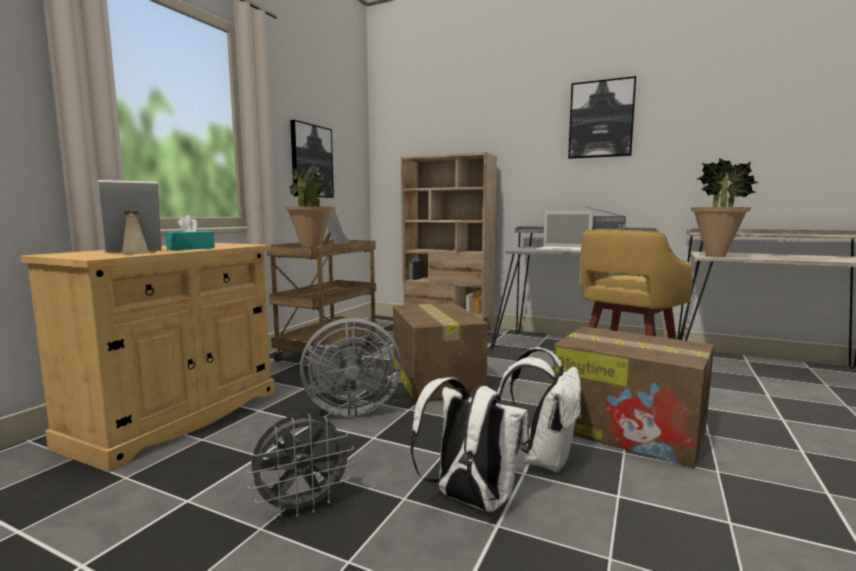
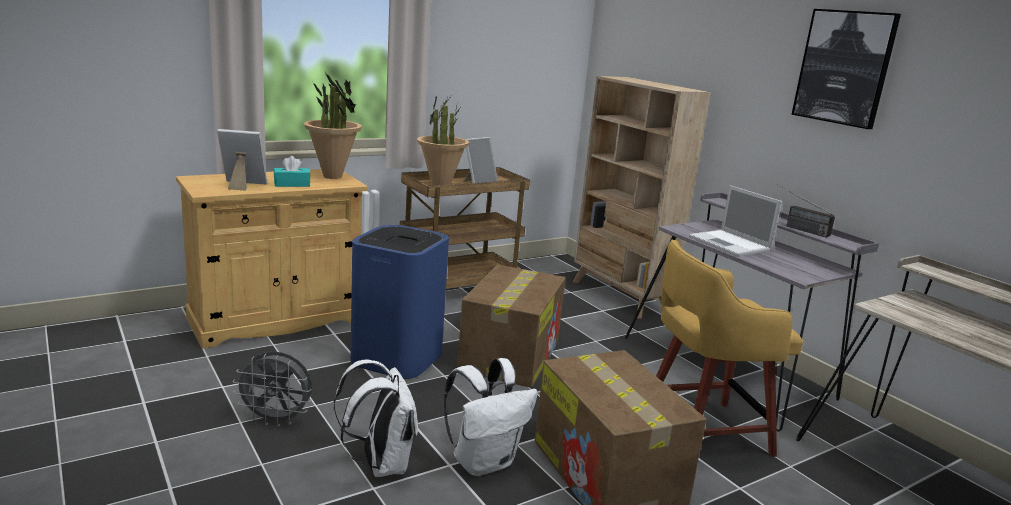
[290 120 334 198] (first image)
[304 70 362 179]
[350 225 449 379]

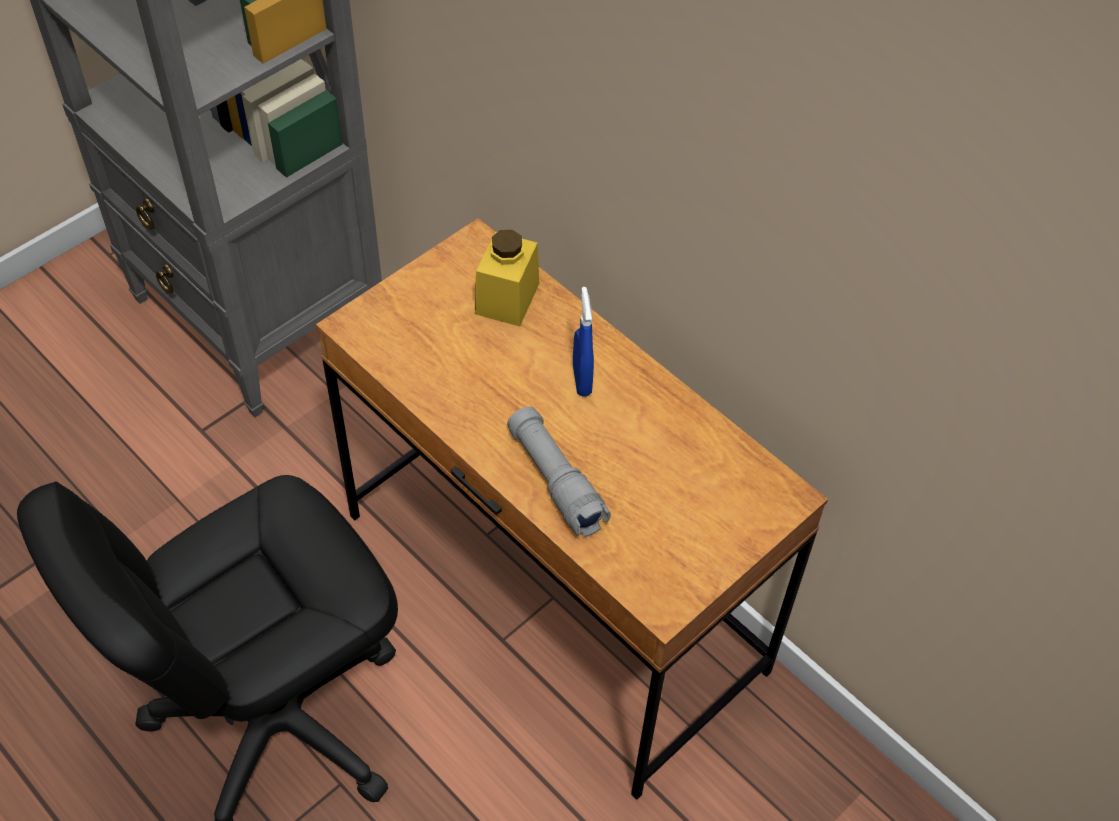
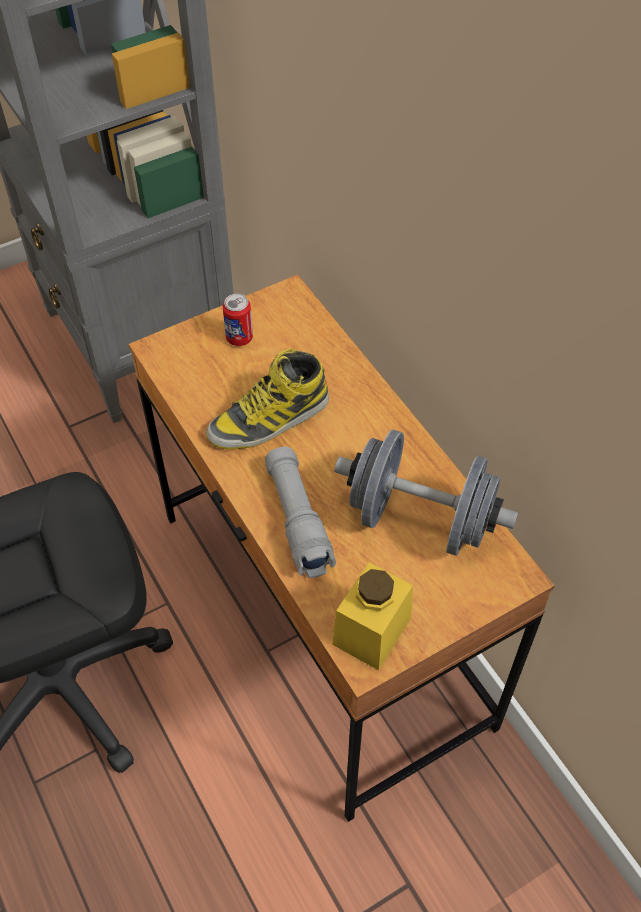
[332 562 413 670]
[573 287 594 397] (first image)
[223 294 253 346]
[206 348 329 450]
[334 429 518 556]

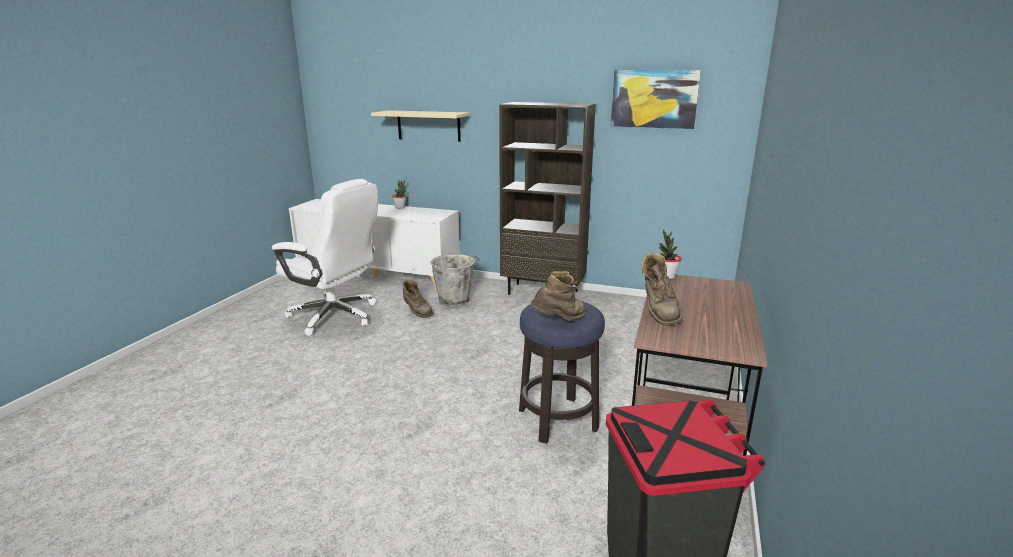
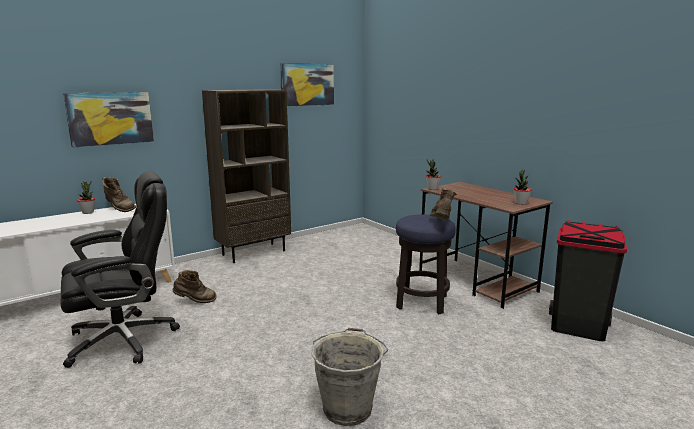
[63 92 154 148]
[61 172 180 368]
[102 177 136 212]
[312 328 388 426]
[513 169 532 205]

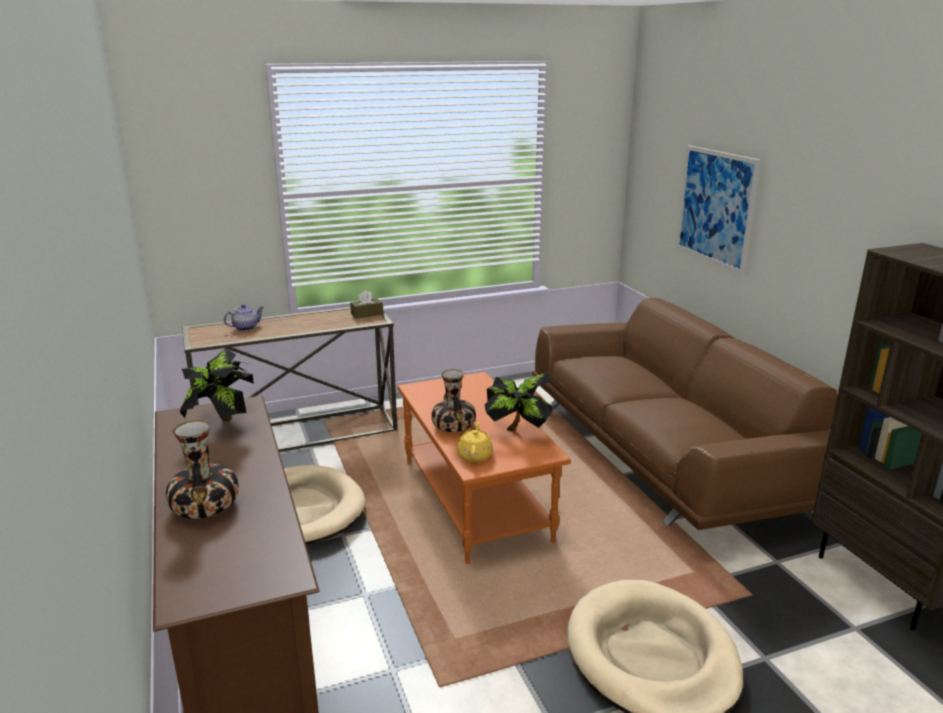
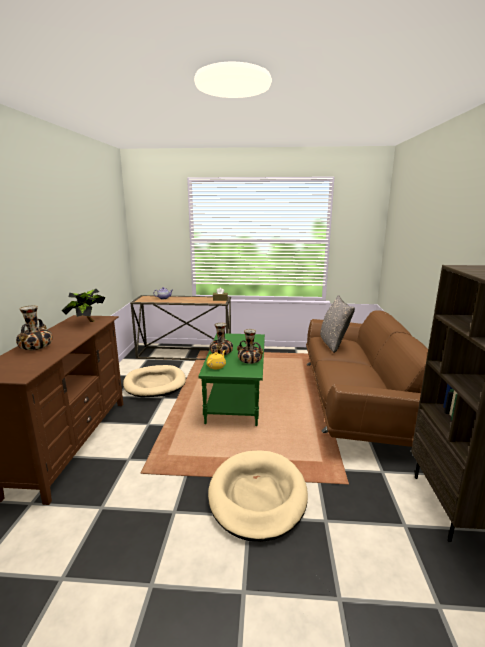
[676 145 761 275] (first image)
[198 333 265 426]
[237 329 263 364]
[320 295 355 353]

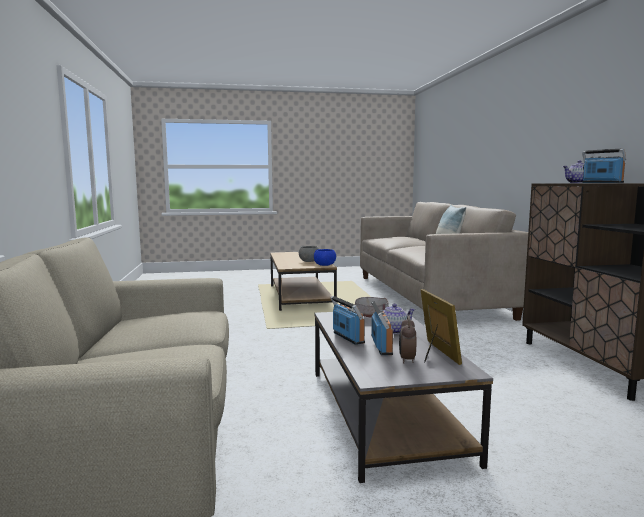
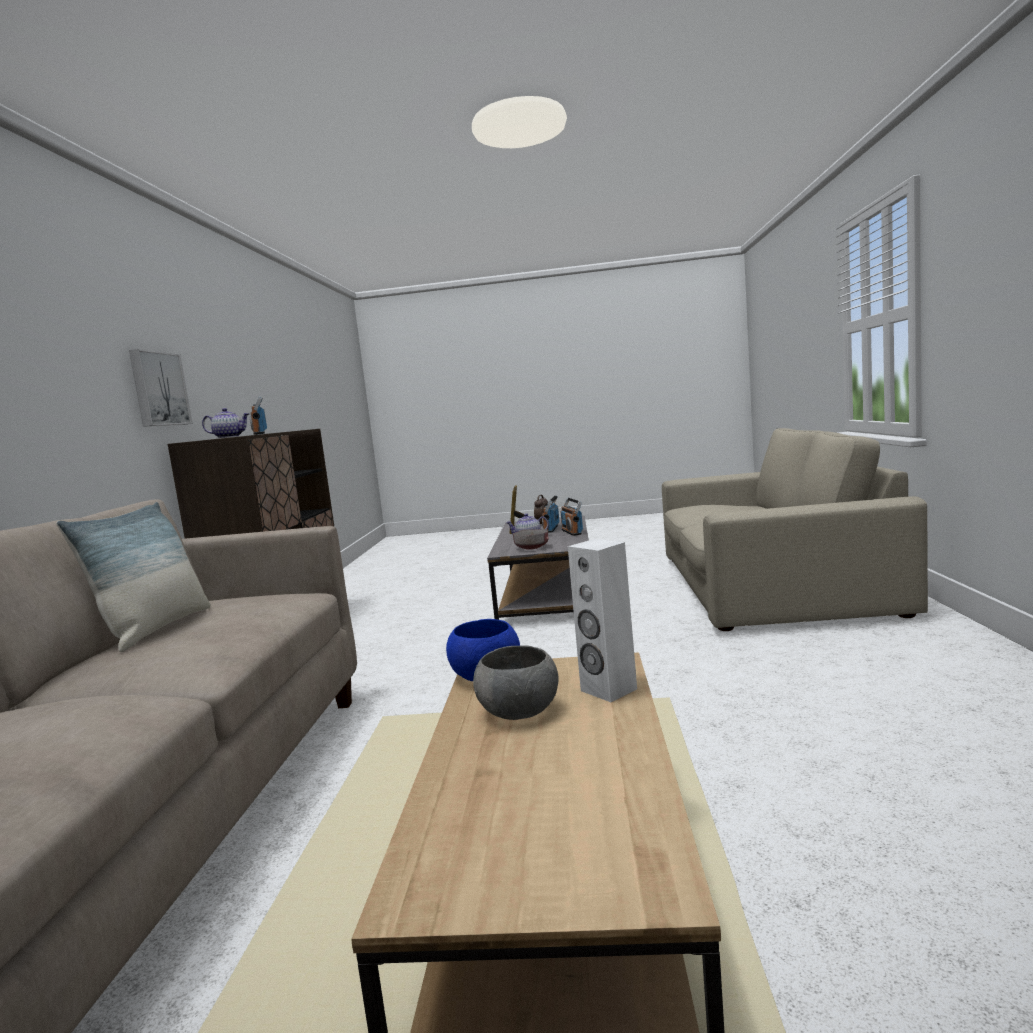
[129 349 193 427]
[568 539 637 702]

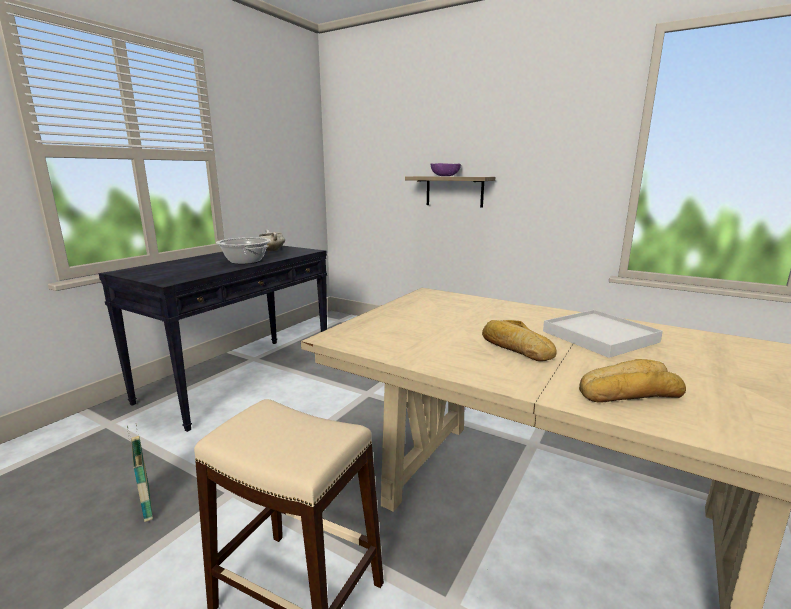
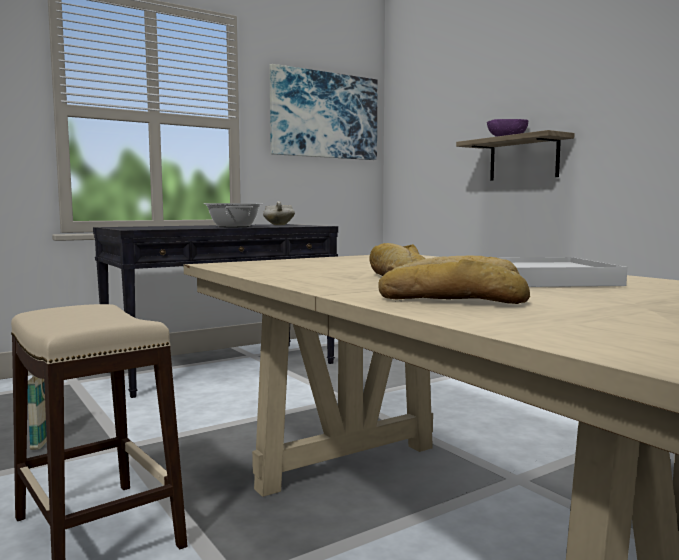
[269 64 378 160]

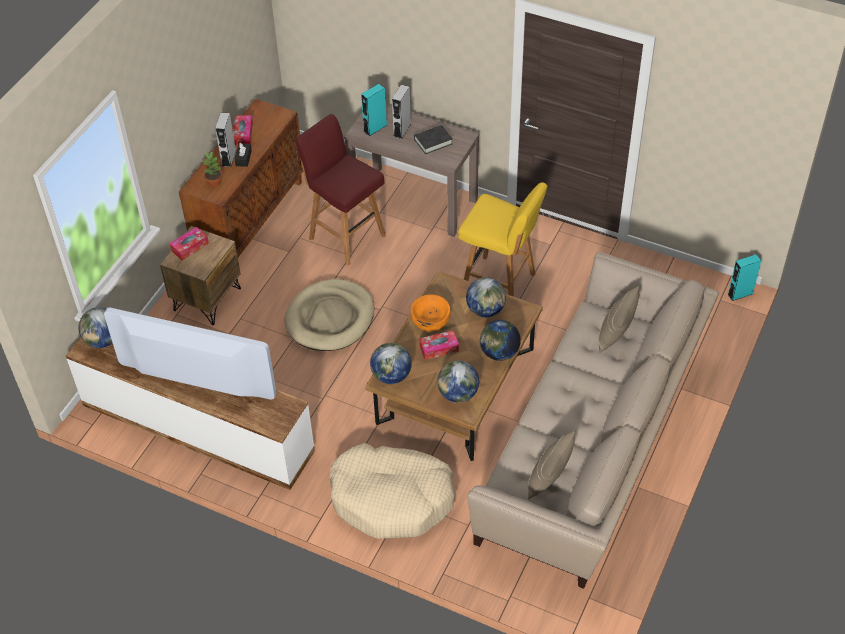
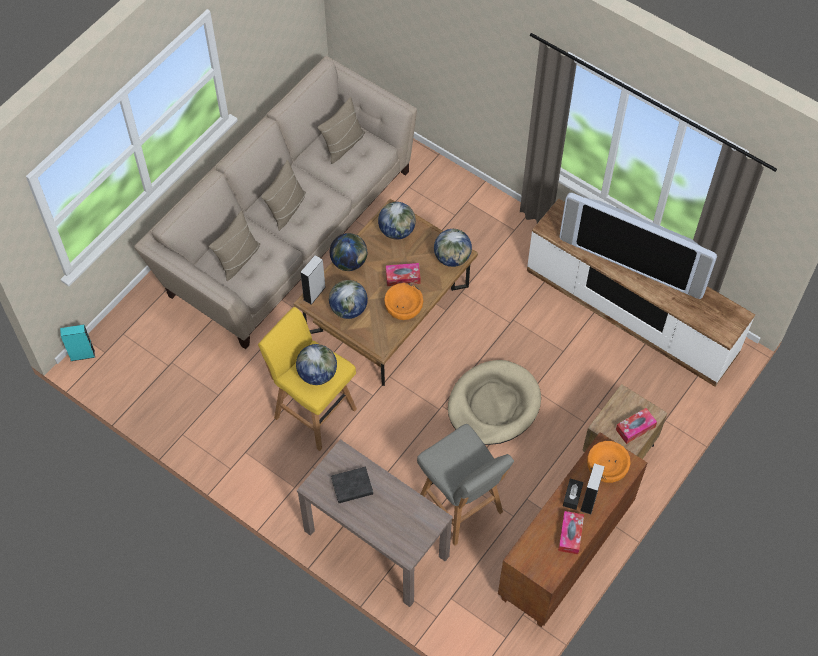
[361 84 387 136] (first image)
[300 255 326 305]
[417 424 514 546]
[587 441 630 483]
[296 344 337 385]
[330 443 456 539] (first image)
[261 160 306 231]

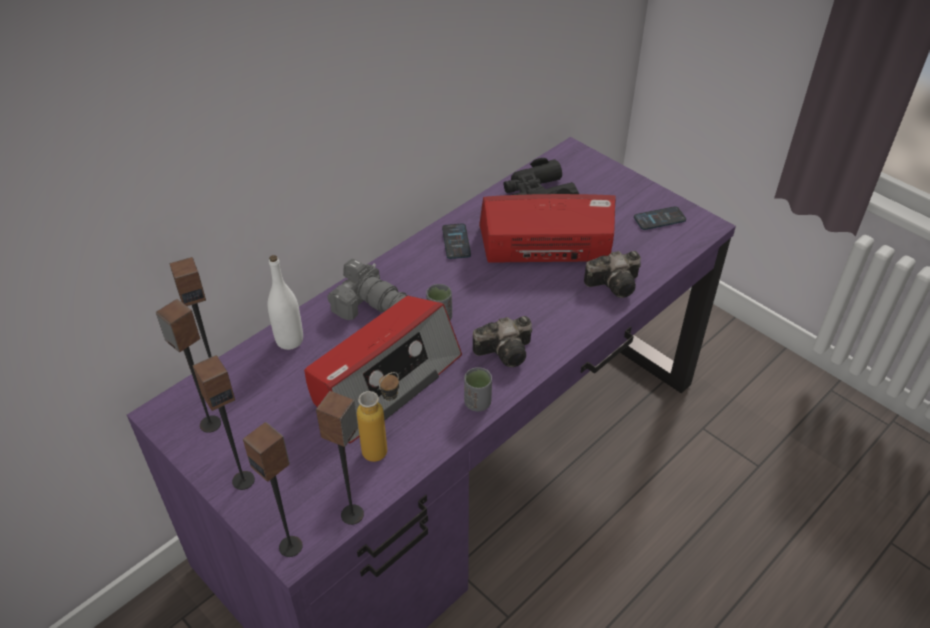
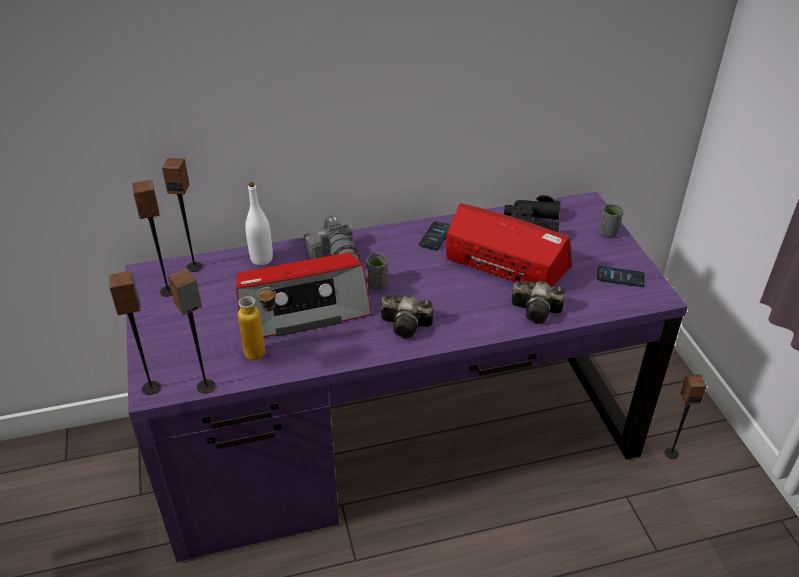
[664 374 707 459]
[599 204 623 237]

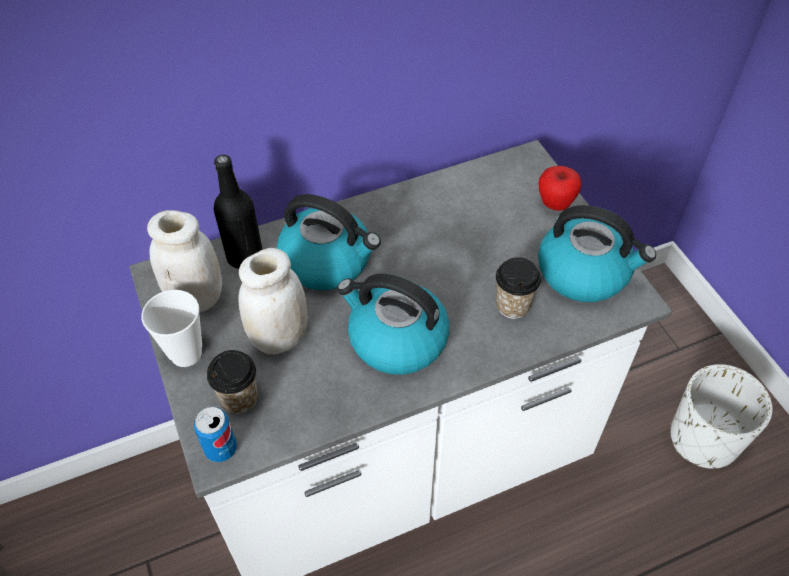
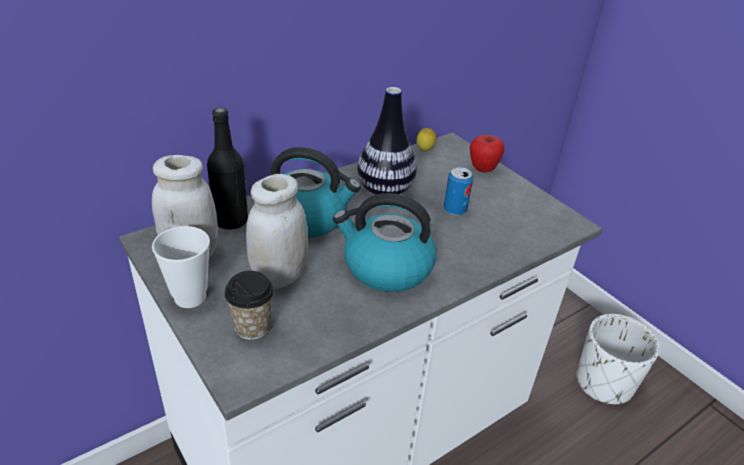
[538 205 656 302] (first image)
[496 257 541 319] (first image)
[444 167 473 216]
[357 87 417 195]
[417 128 436 152]

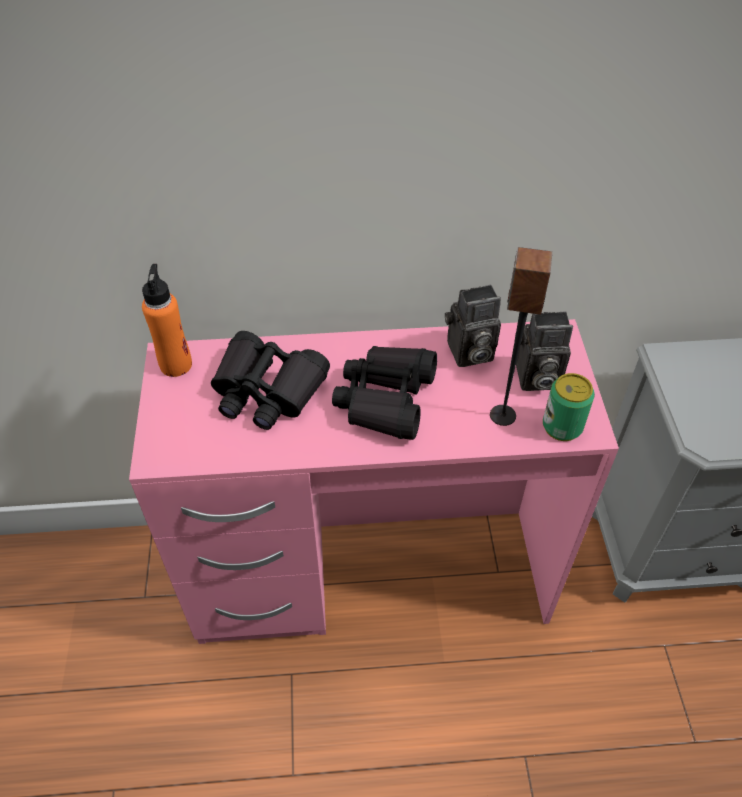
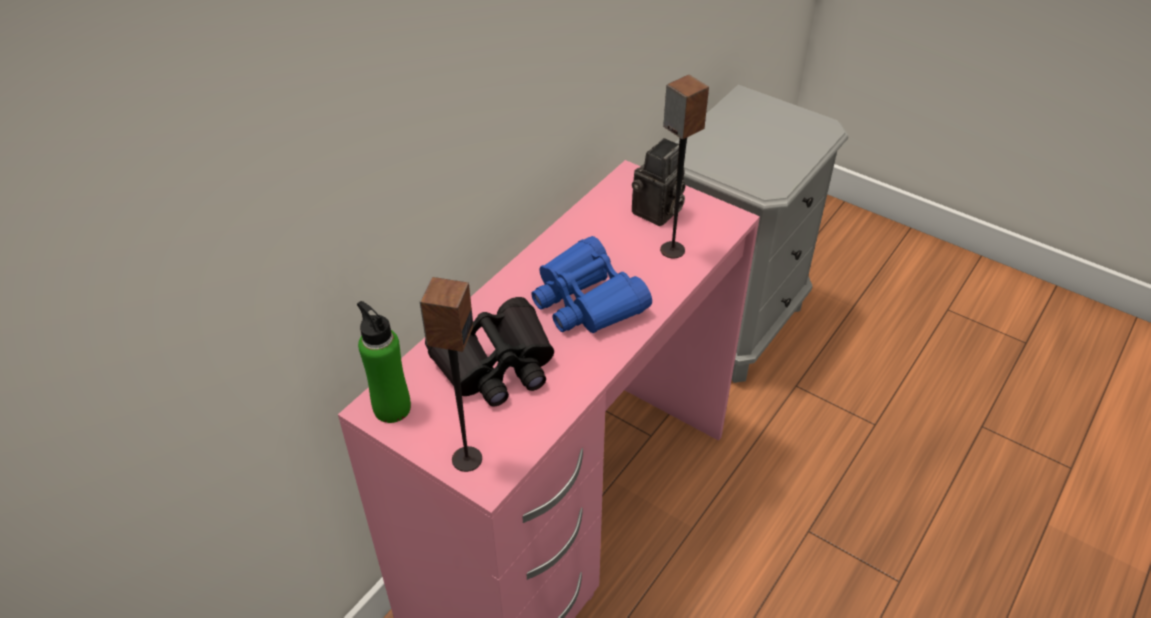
[357 301 411 423]
[445 285 501 367] (first image)
[531 236 652 333]
[543 373 595 441] (first image)
[420 277 482 472]

